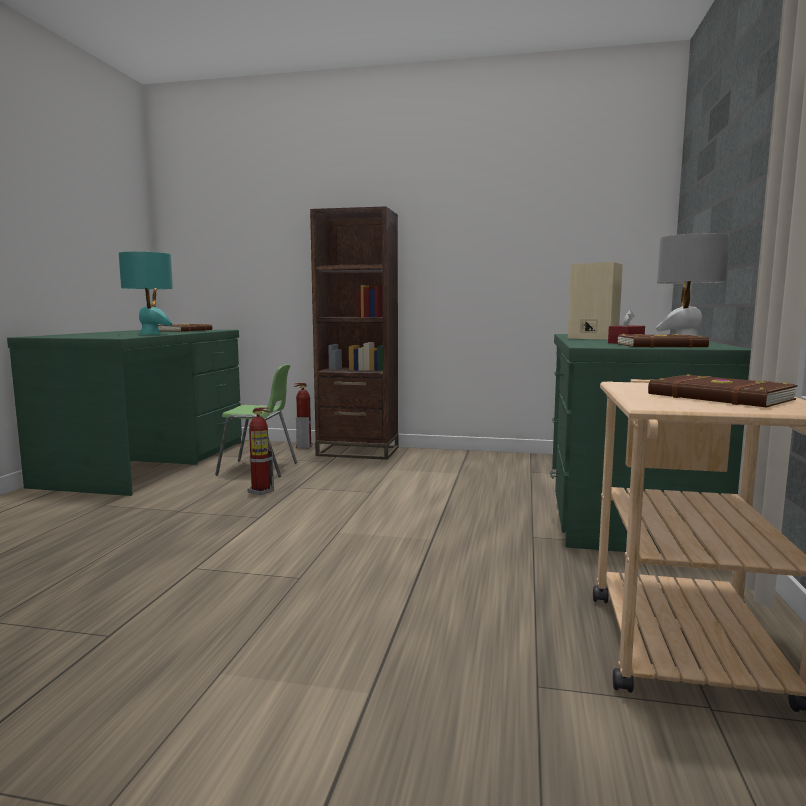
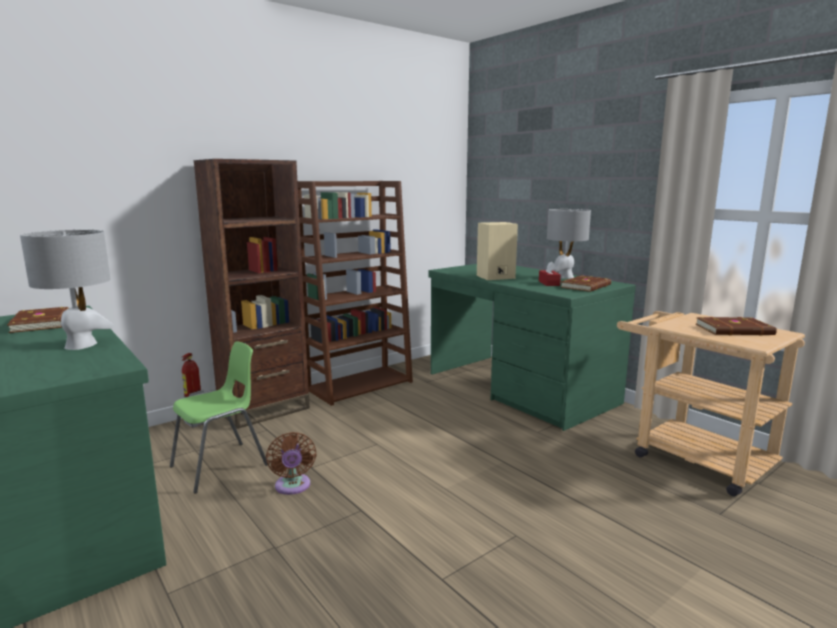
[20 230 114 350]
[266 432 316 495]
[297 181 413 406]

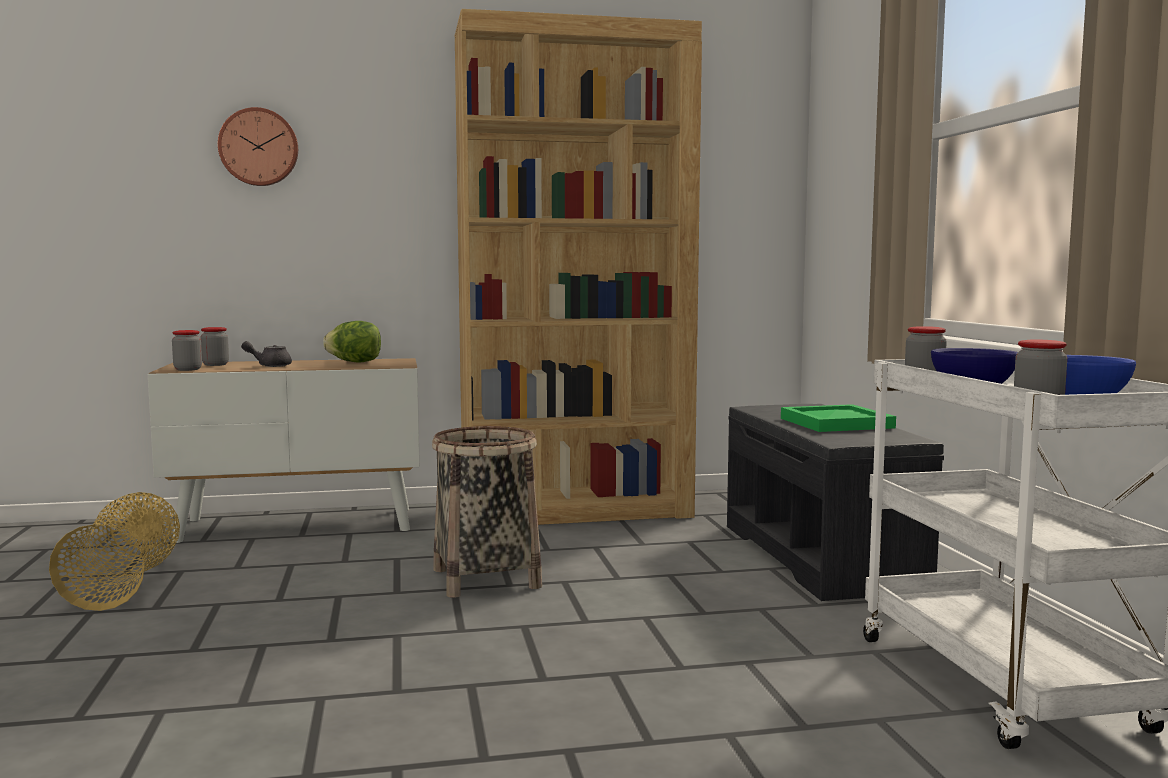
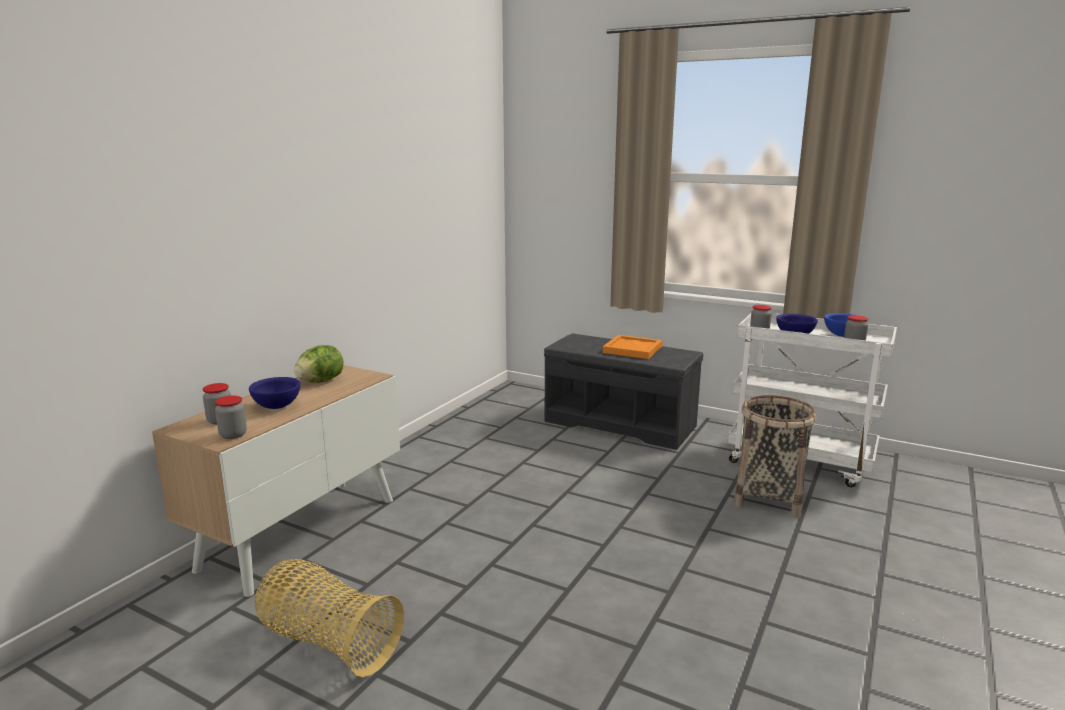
[455 9 702 525] (first image)
[218 107 298 186] (first image)
[249 377 300 409]
[603 335 663 359]
[733 395 816 518]

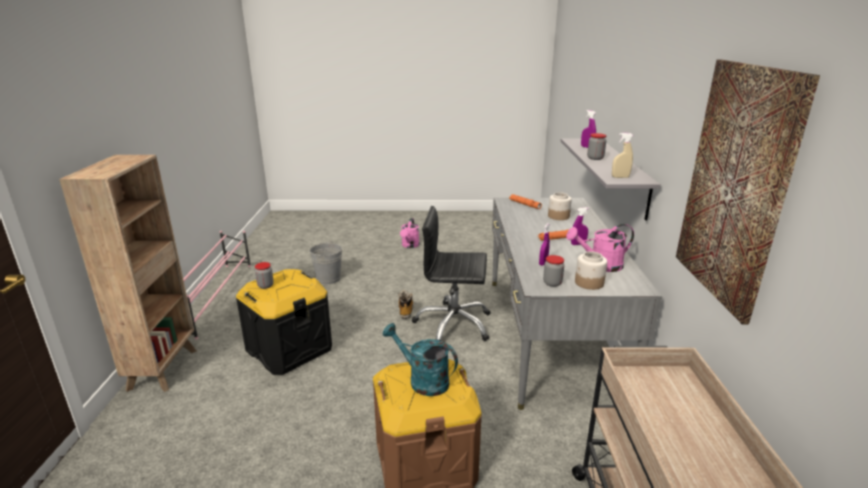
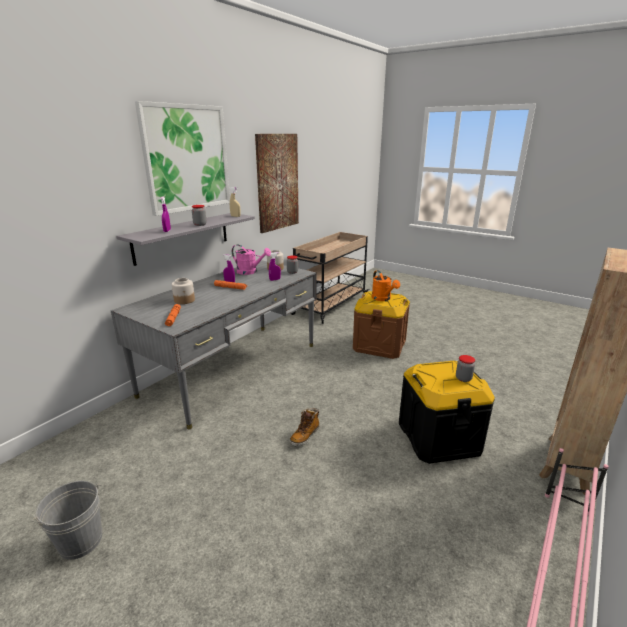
[412 206 490 341] (first image)
[400 218 420 248] (first image)
[32 481 102 560]
[372 270 400 301]
[135 101 230 216]

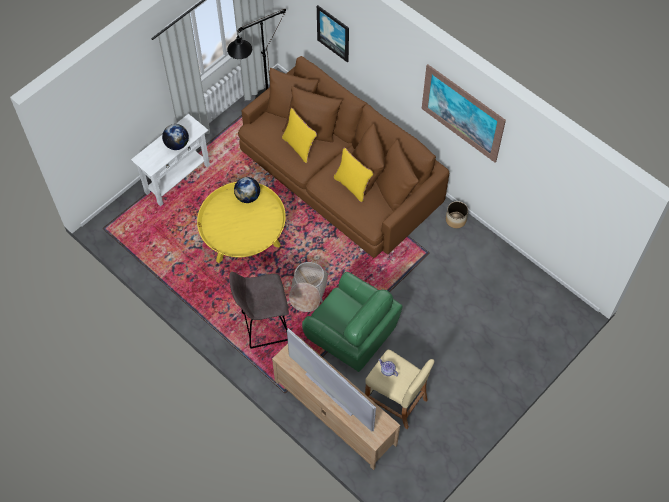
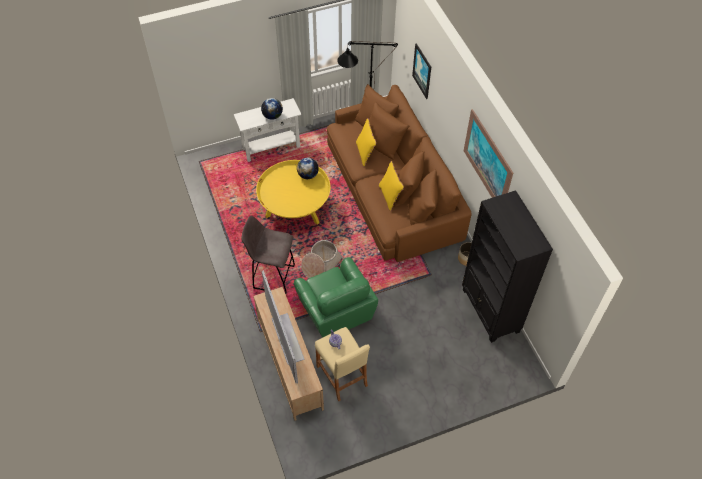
[462 190 553 343]

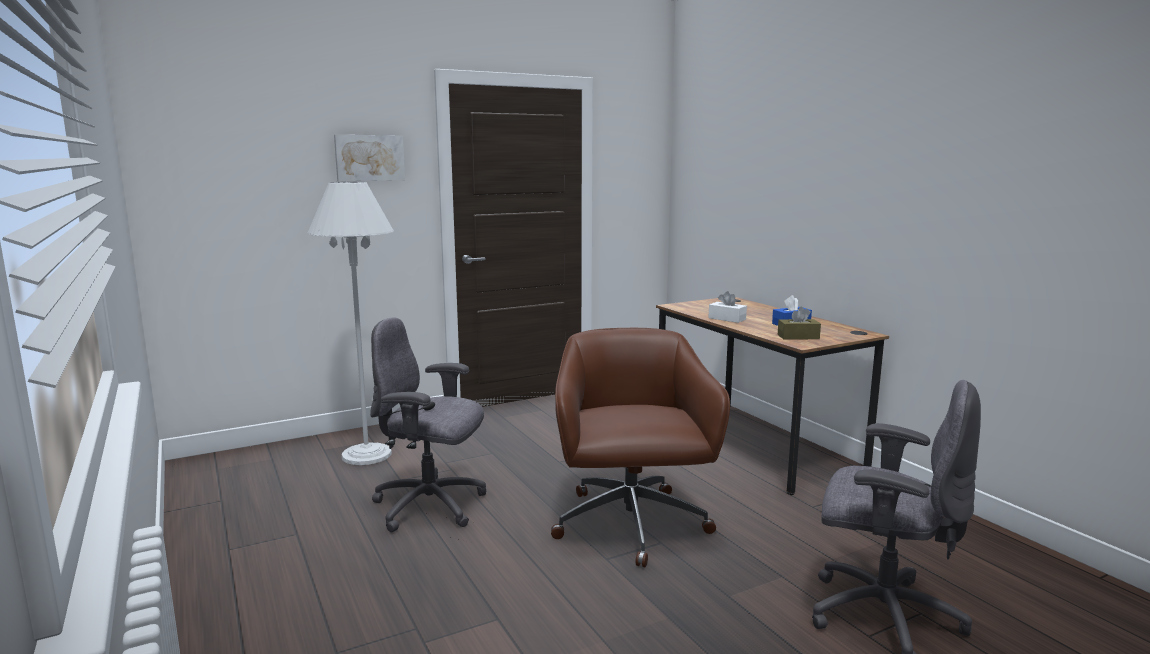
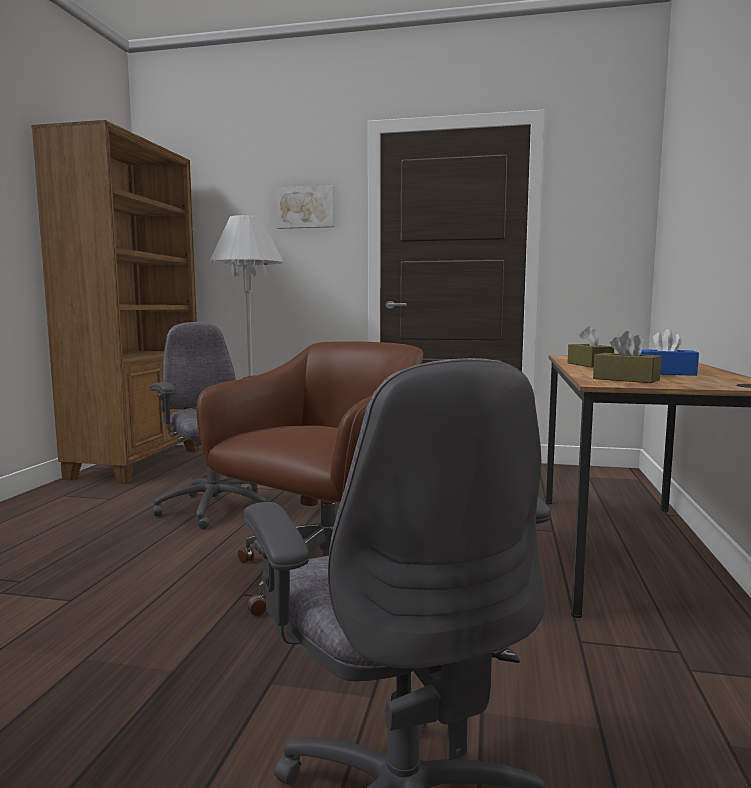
[568 326 614 368]
[31 120 199 484]

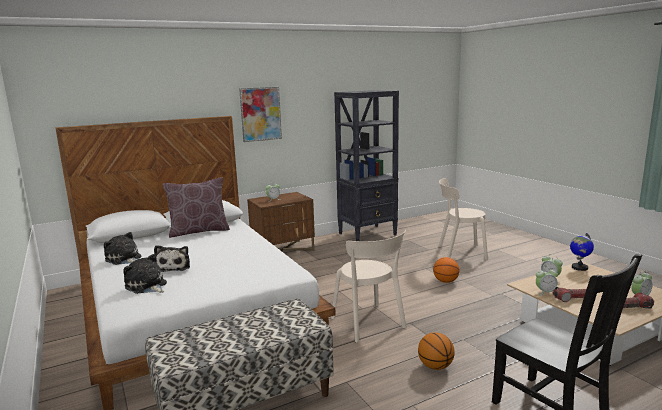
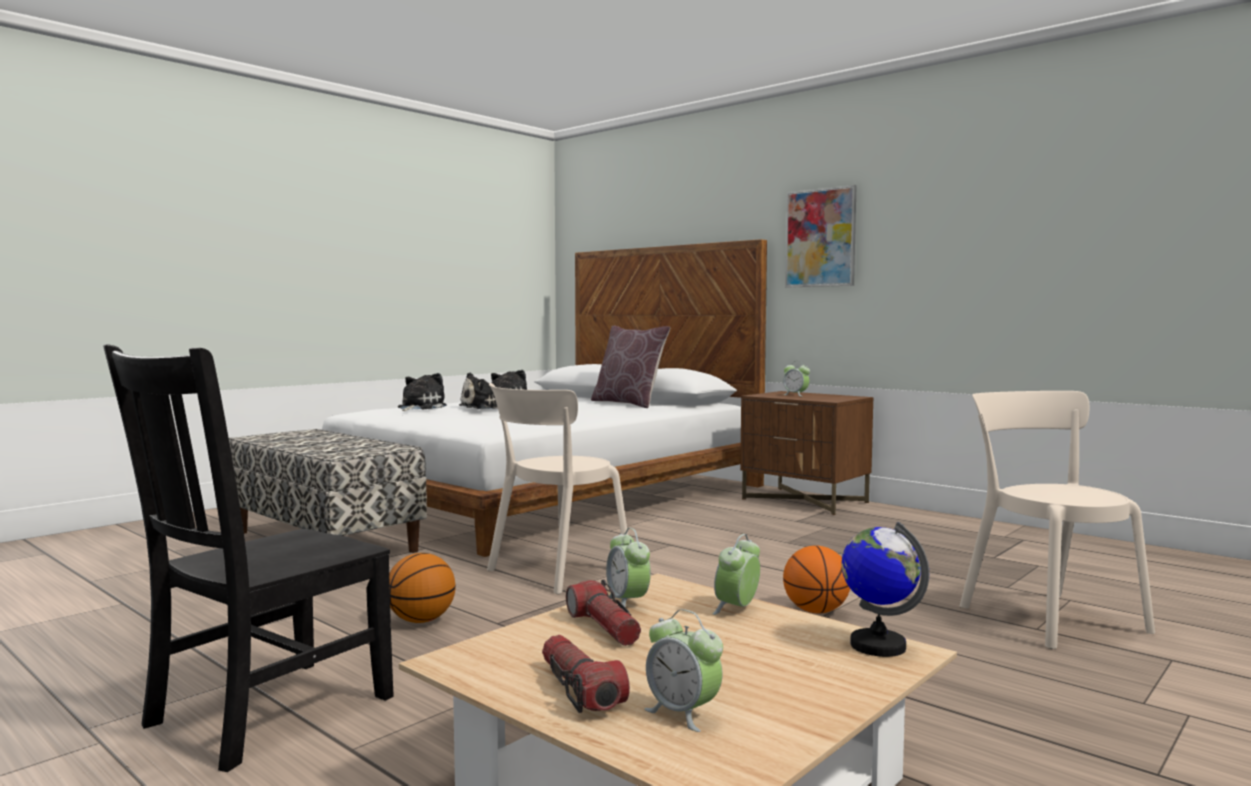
[334 90 399 241] (first image)

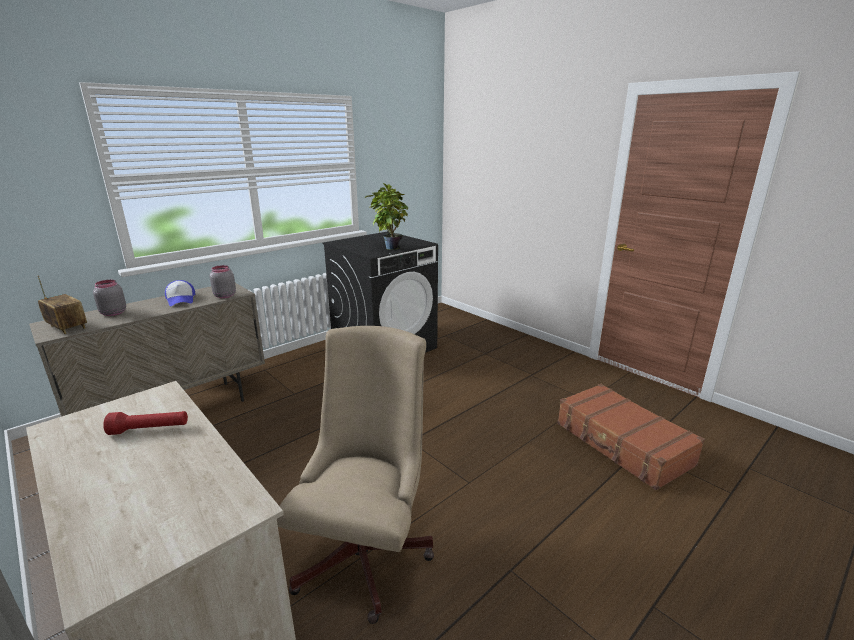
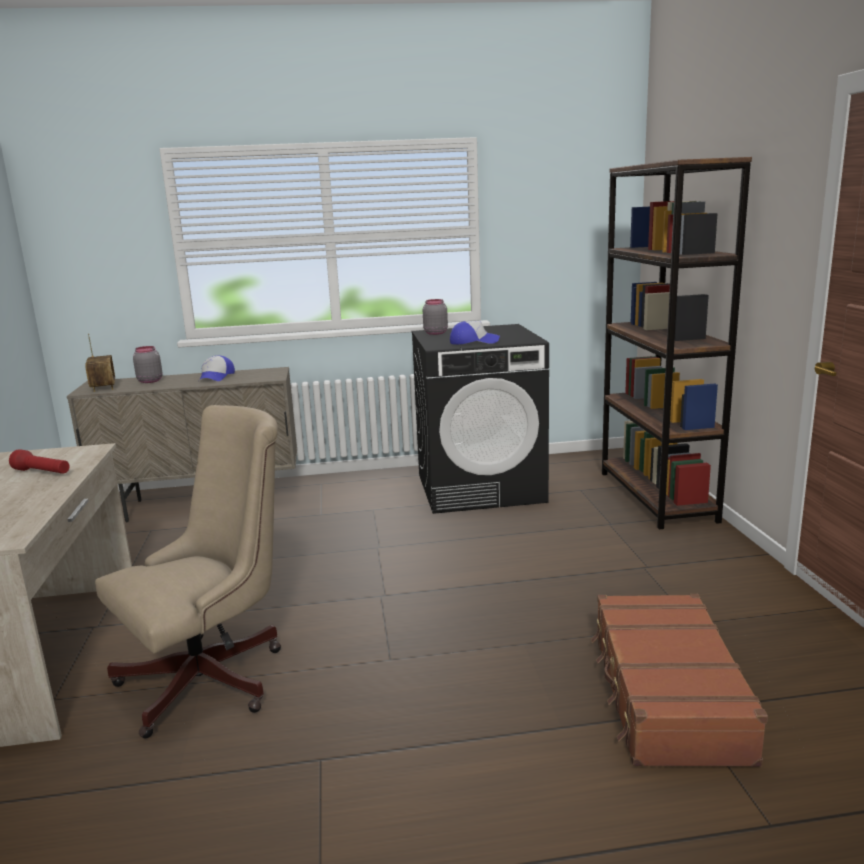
[450 321 500 345]
[423 299 448 335]
[602 157 752 529]

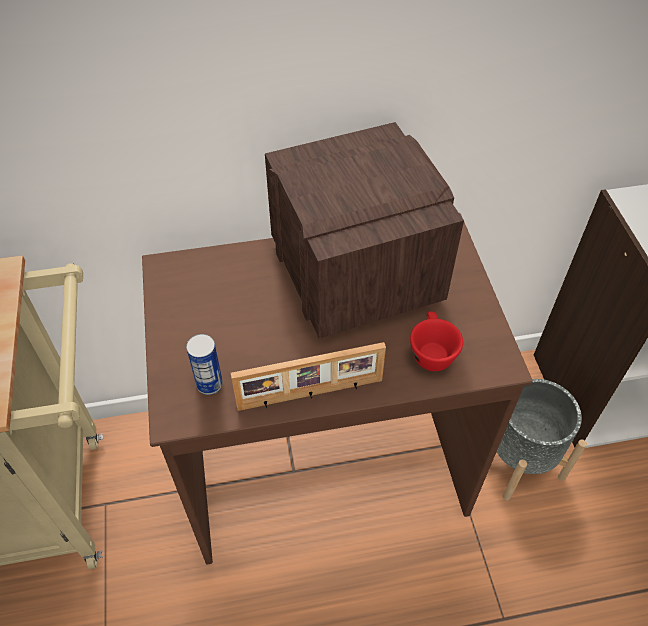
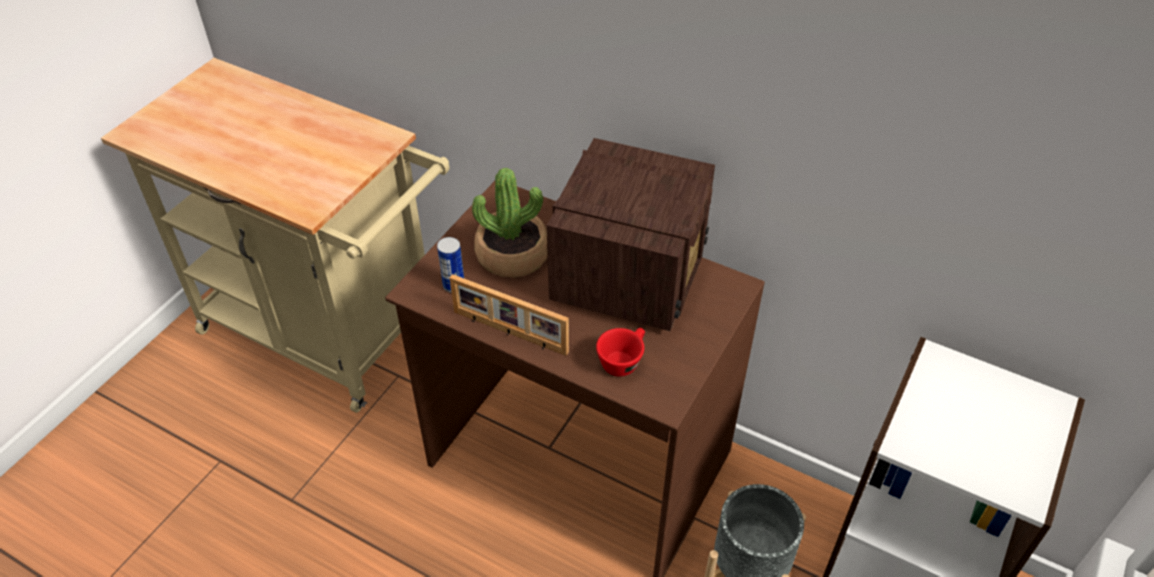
[472 168 548 278]

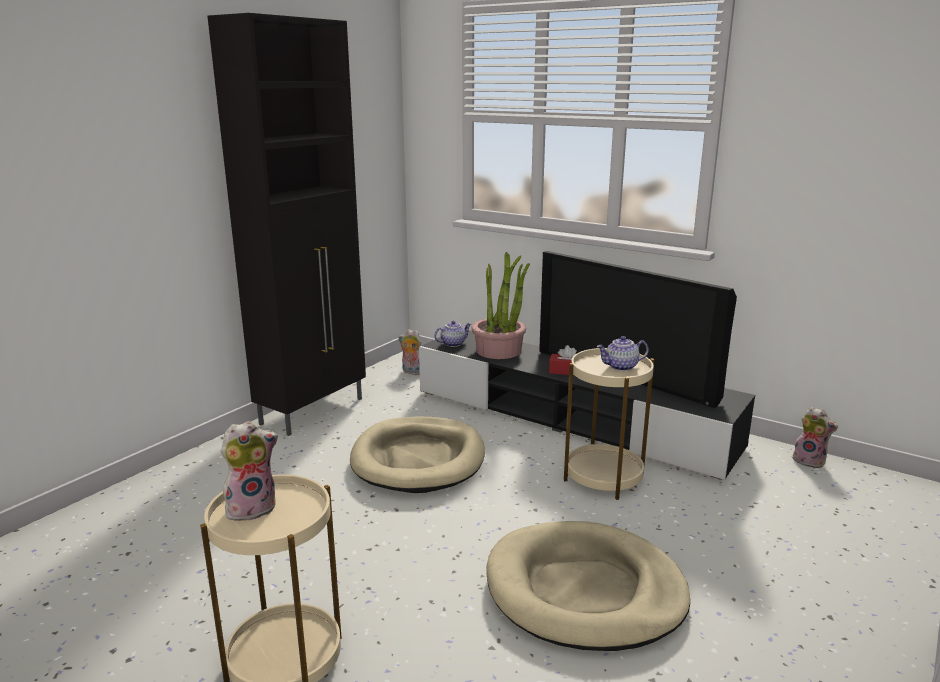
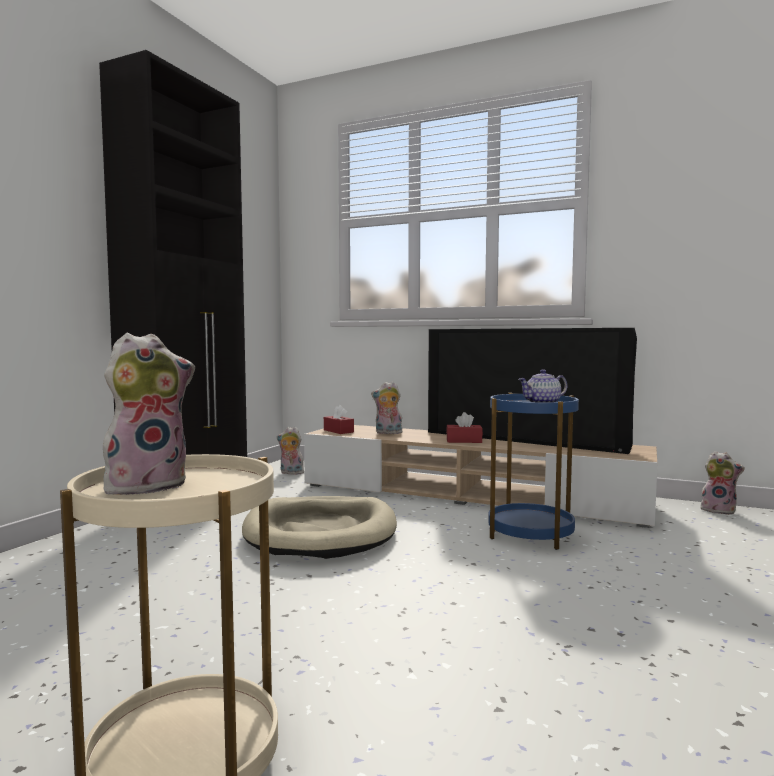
[371 382 402 434]
[324 405 354 434]
[304 425 657 528]
[488 393 579 550]
[486 521 690 651] (first image)

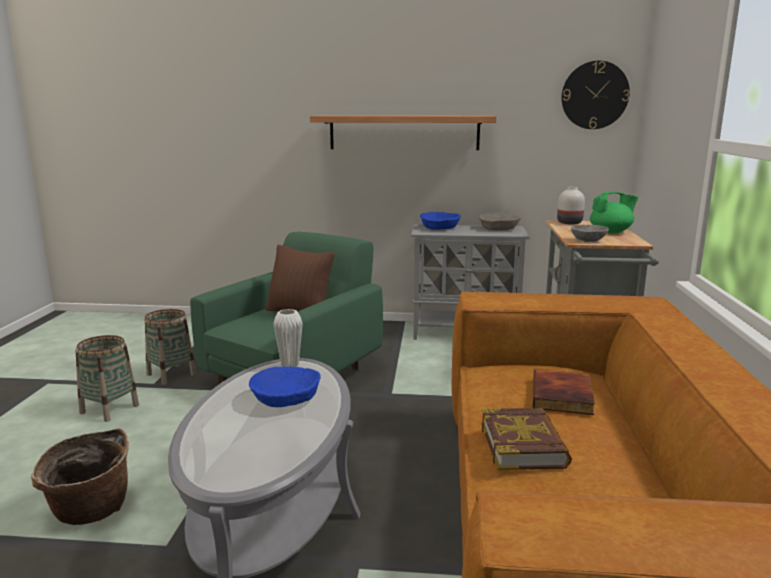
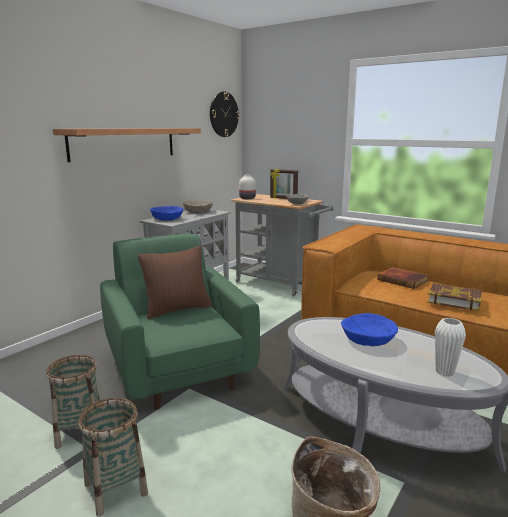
[270 169 298 199]
[435 318 466 377]

